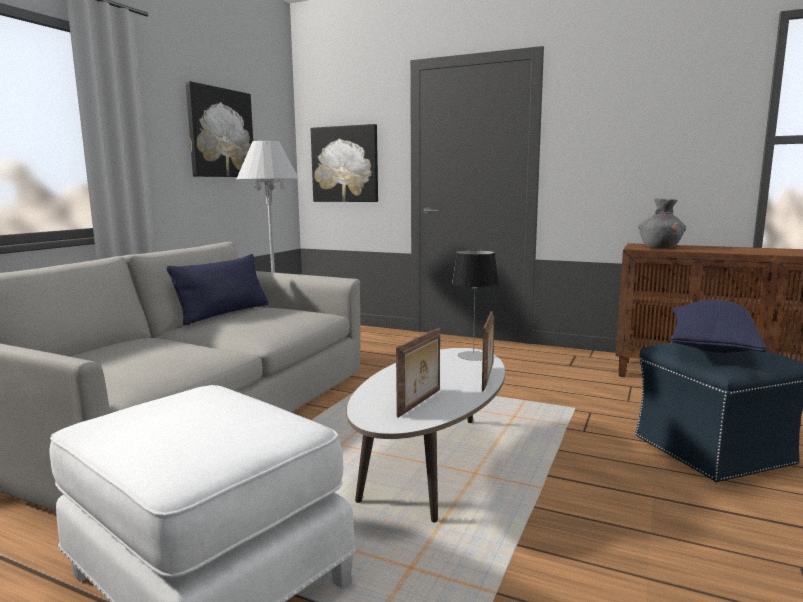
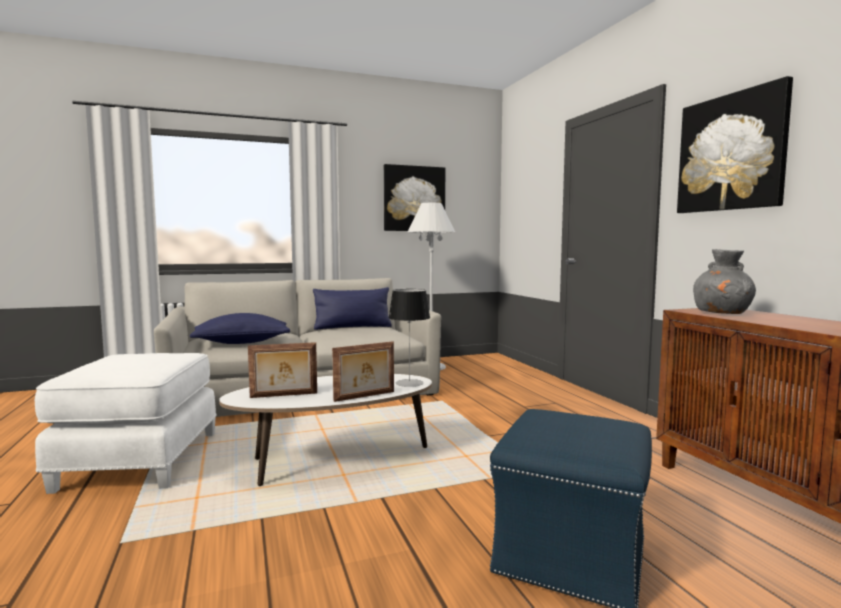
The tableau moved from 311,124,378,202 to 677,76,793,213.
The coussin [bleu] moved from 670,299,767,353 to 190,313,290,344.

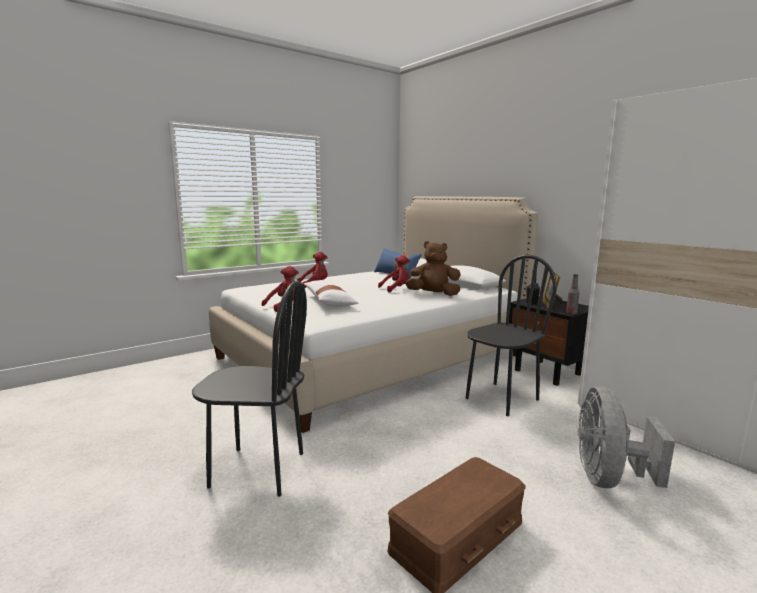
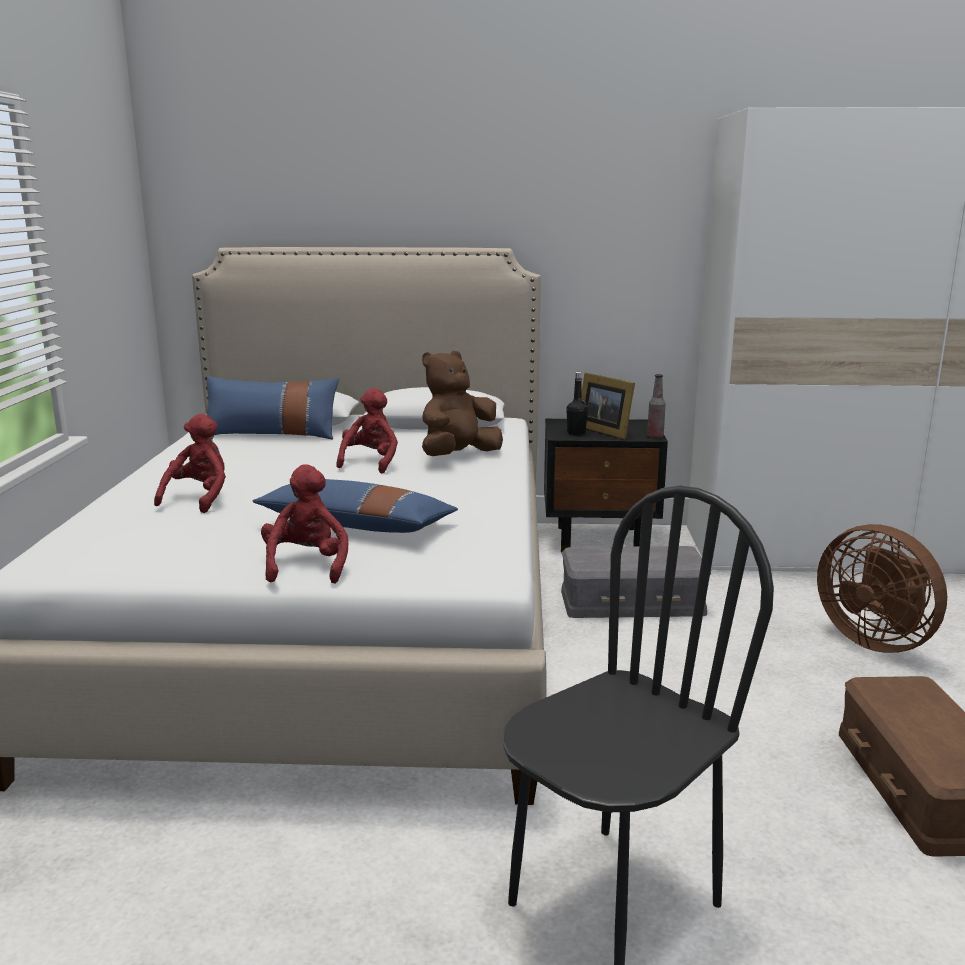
The chaise [noir] at 466,255,557,416 was replaced by the boîte de rangement [gris] at 561,546,711,618.
The coussin [blanc] at 304,280,358,307 became the coussin [bleu] at 252,479,458,533.
The ventilateur [gris] at 578,387,675,488 became the ventilateur [marron] at 817,524,947,653.

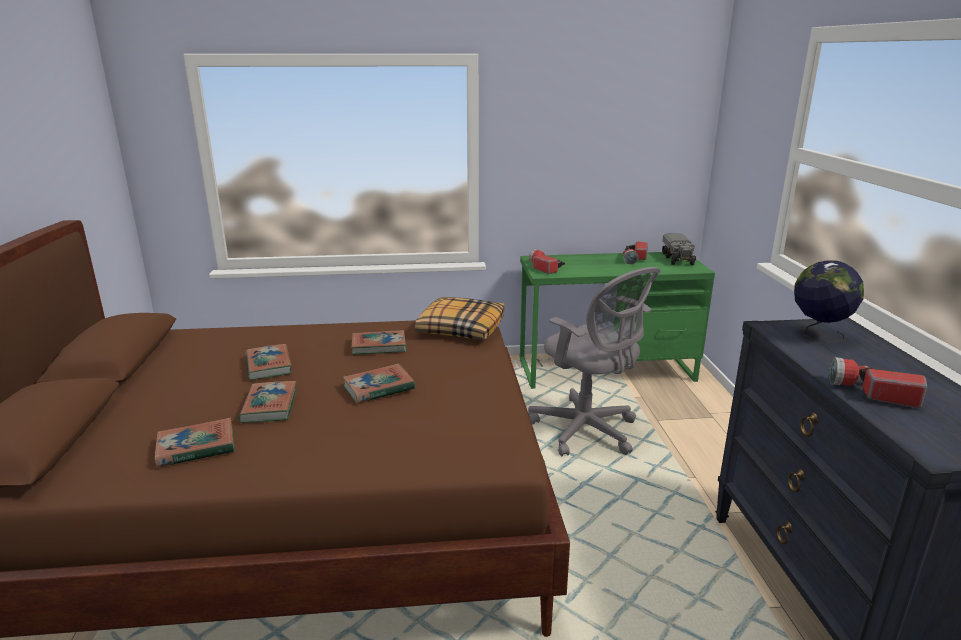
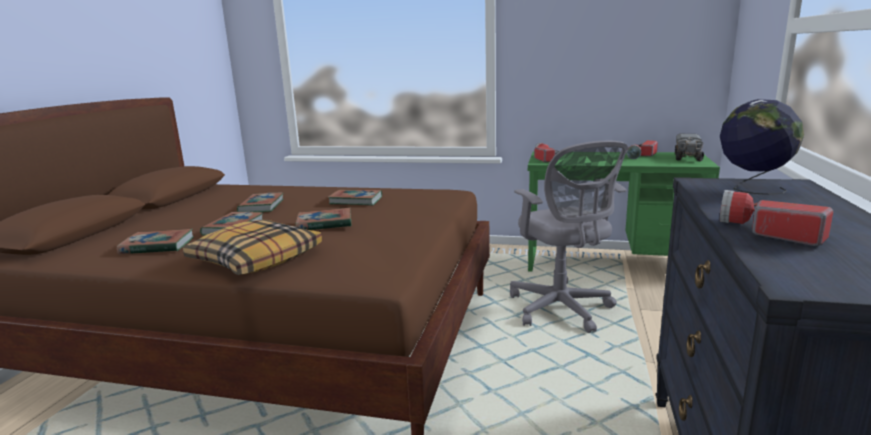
The coussin moved from 415,297,505,340 to 183,220,322,275.

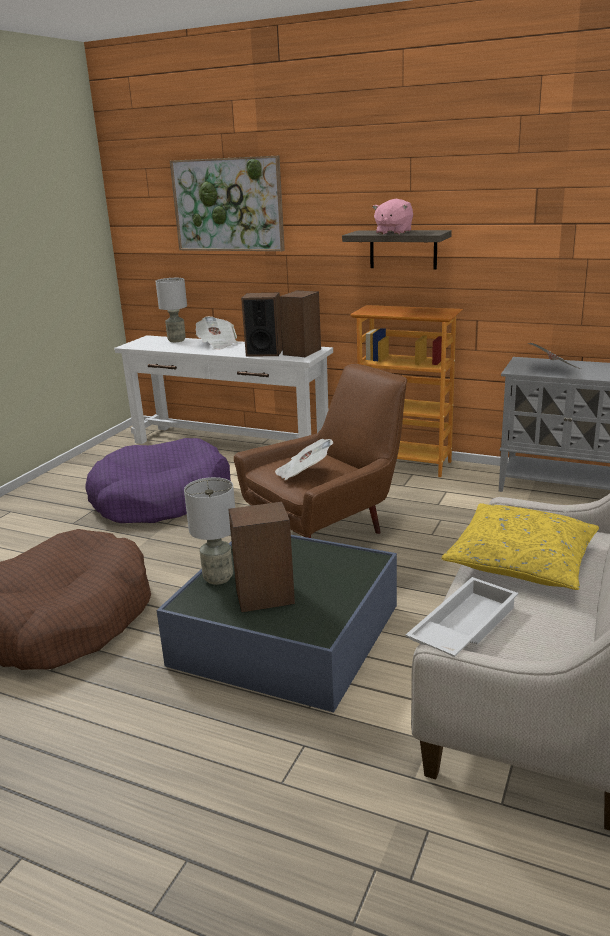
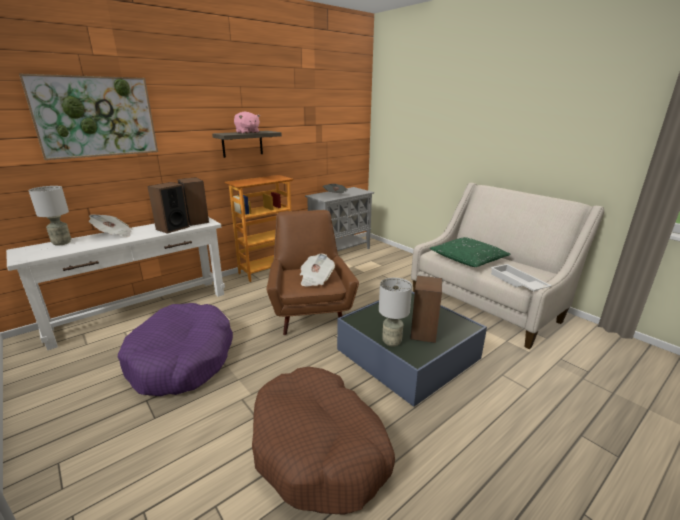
The coussin [jaune] at 442,503,599,590 became the coussin [vert] at 430,237,511,267.

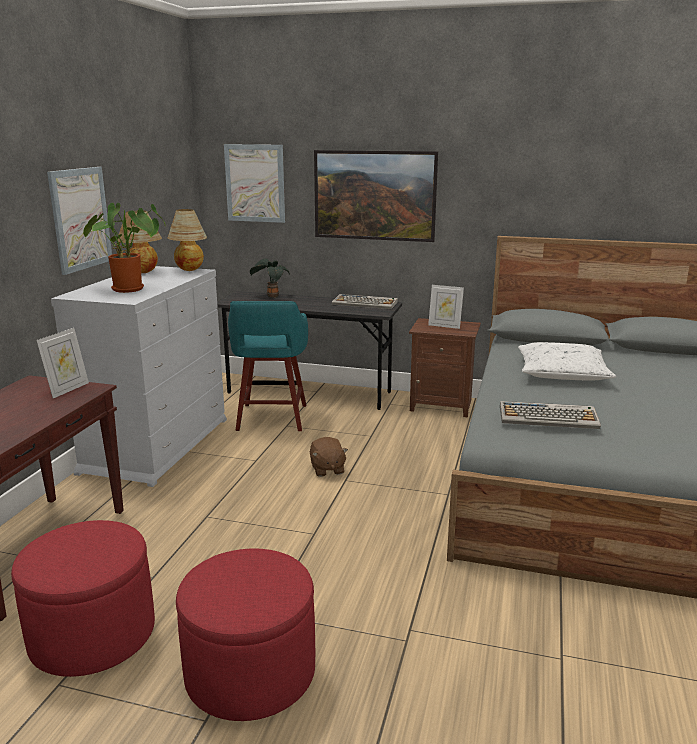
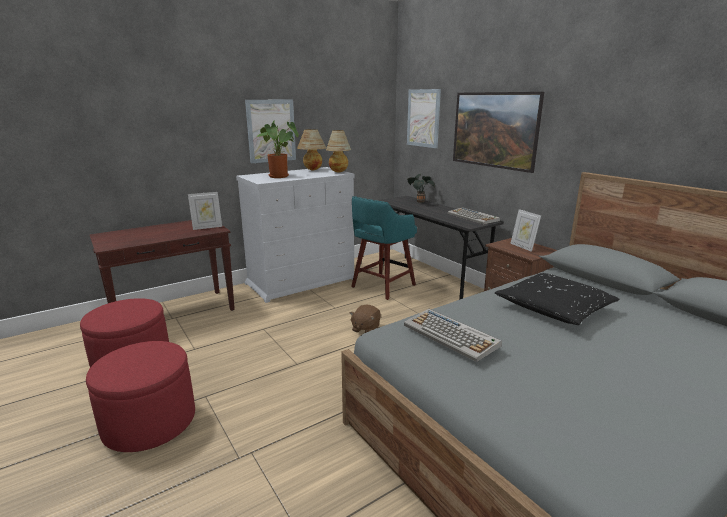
The coussin [blanc] at 518,342,616,380 became the coussin [noir] at 495,273,620,325.

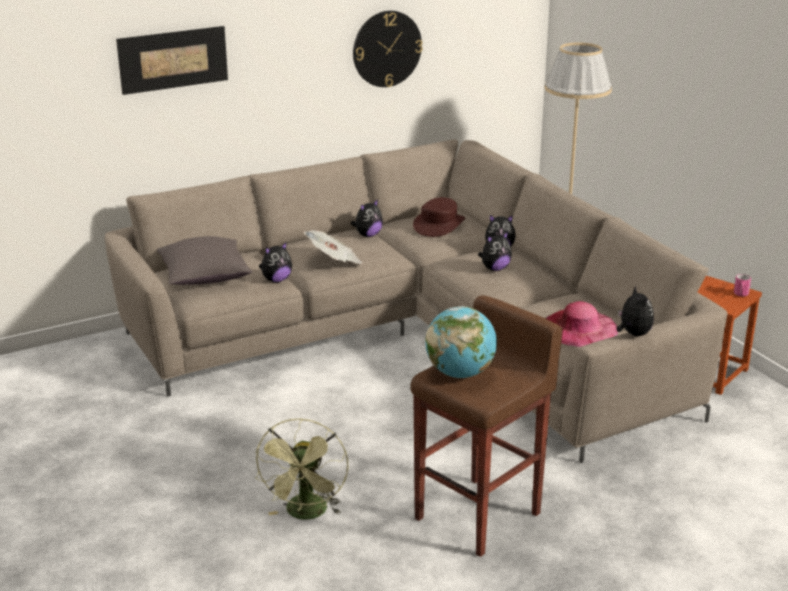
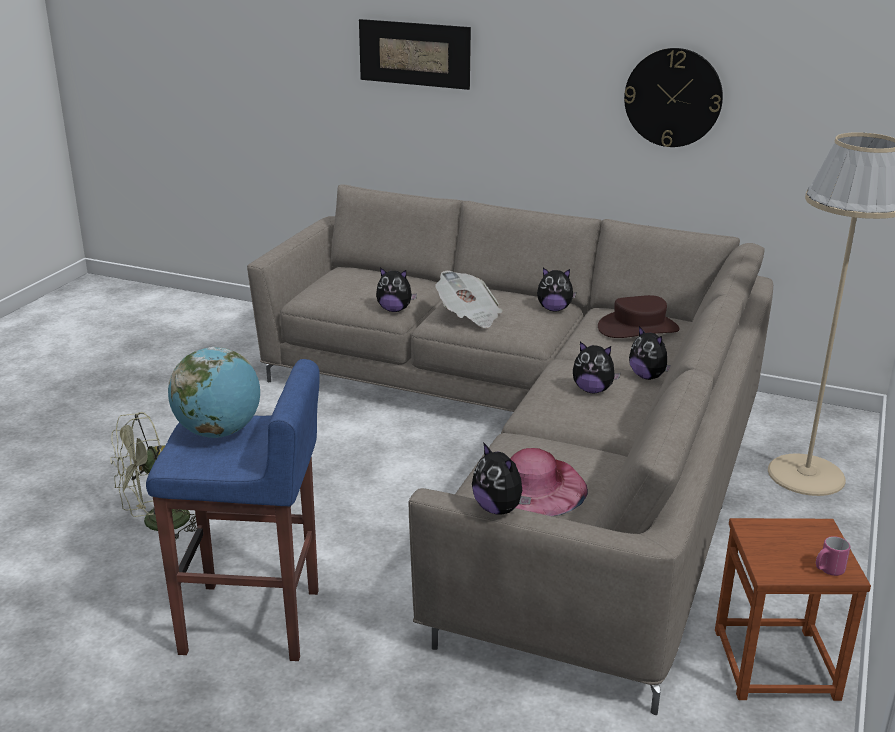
The coussin [gris] at 157,236,253,285 disappeared.
The peluche at 617,286,654,336 turned 105 degrees clockwise.
The tabouret [marron] at 410,295,563,557 became the tabouret [bleu] at 146,359,320,661.

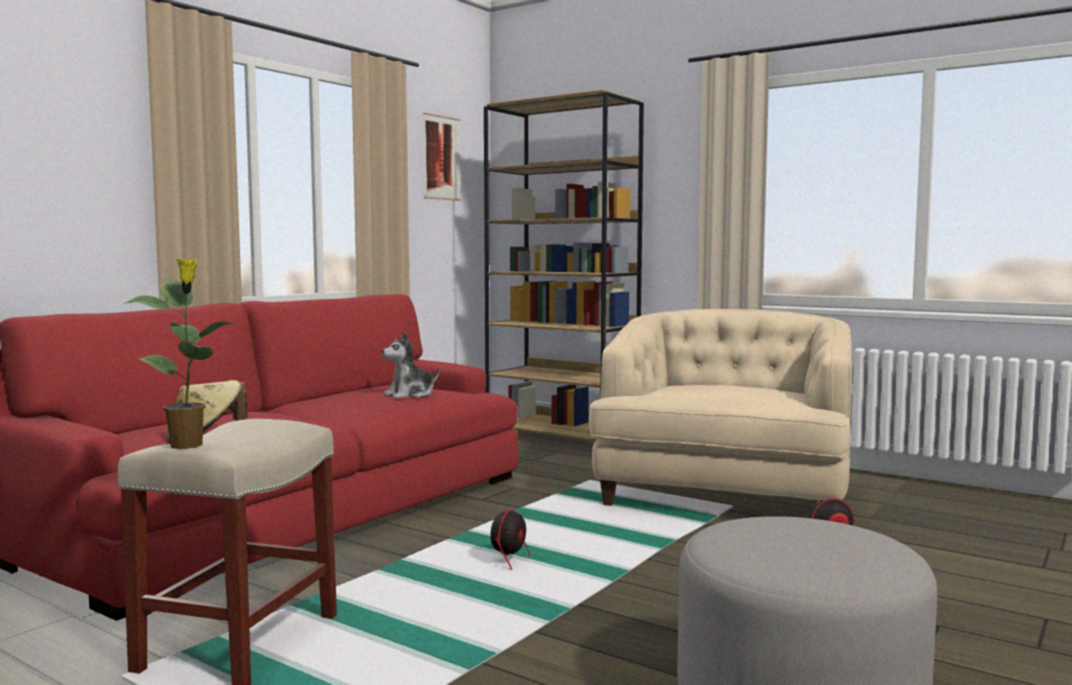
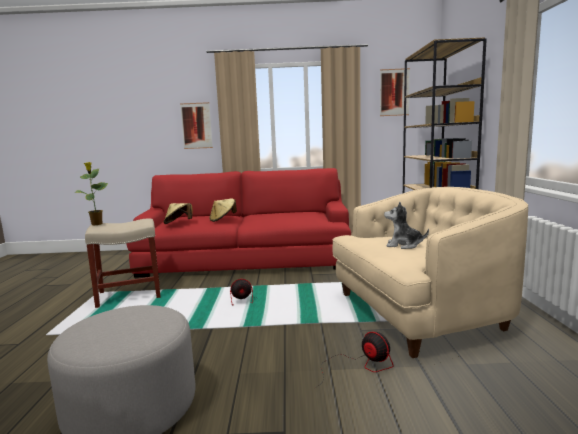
The peluche moved from 381,332,440,399 to 384,201,429,249.
The tableau at 180,102,213,149 appeared.
The chapeau [beige] at 209,198,237,222 appeared.

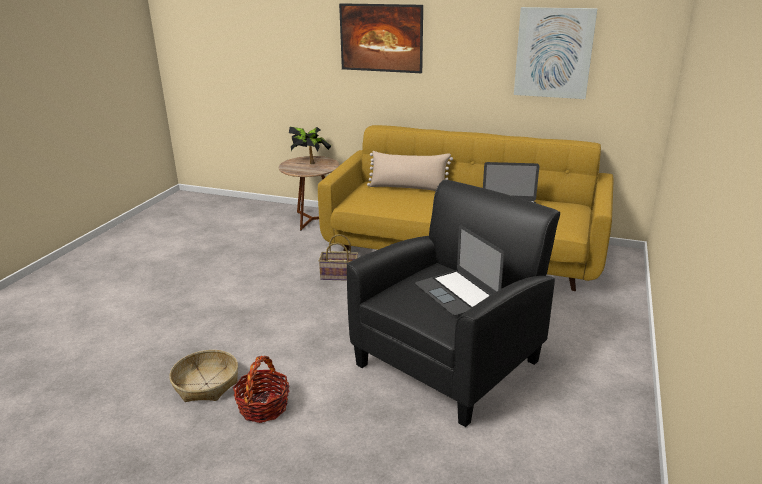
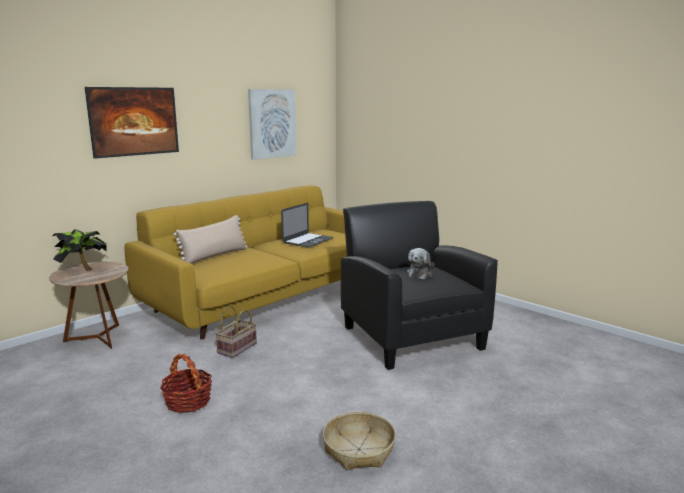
The ordinateur portable at 415,225,504,316 was replaced by the peluche at 407,248,435,279.
The panier moved from 233,356,290,423 to 160,354,212,413.

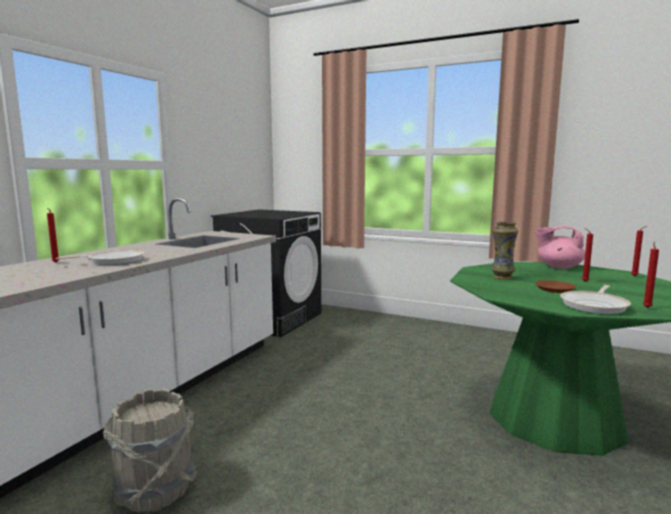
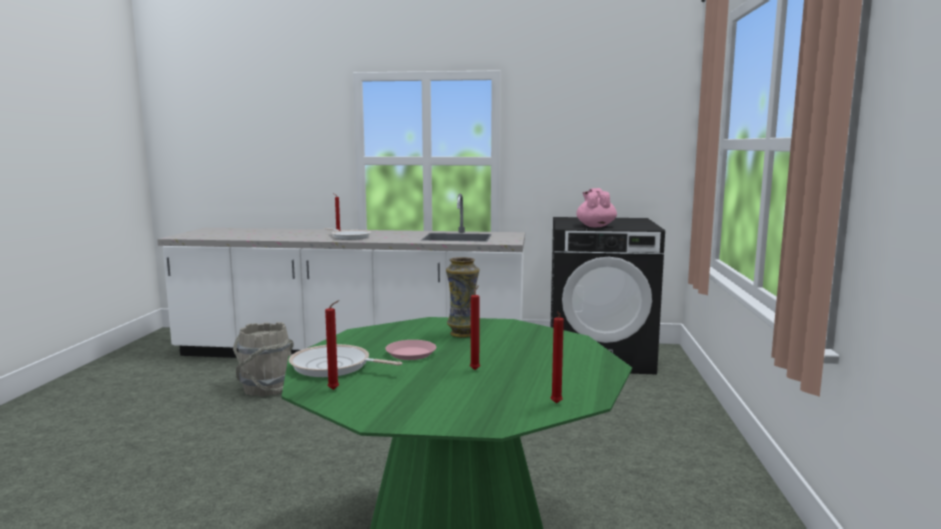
The théière [rose] moved from 535,226,585,269 to 576,188,617,227.
The assiette [marron] at 535,280,576,293 became the assiette [rose] at 385,340,436,360.

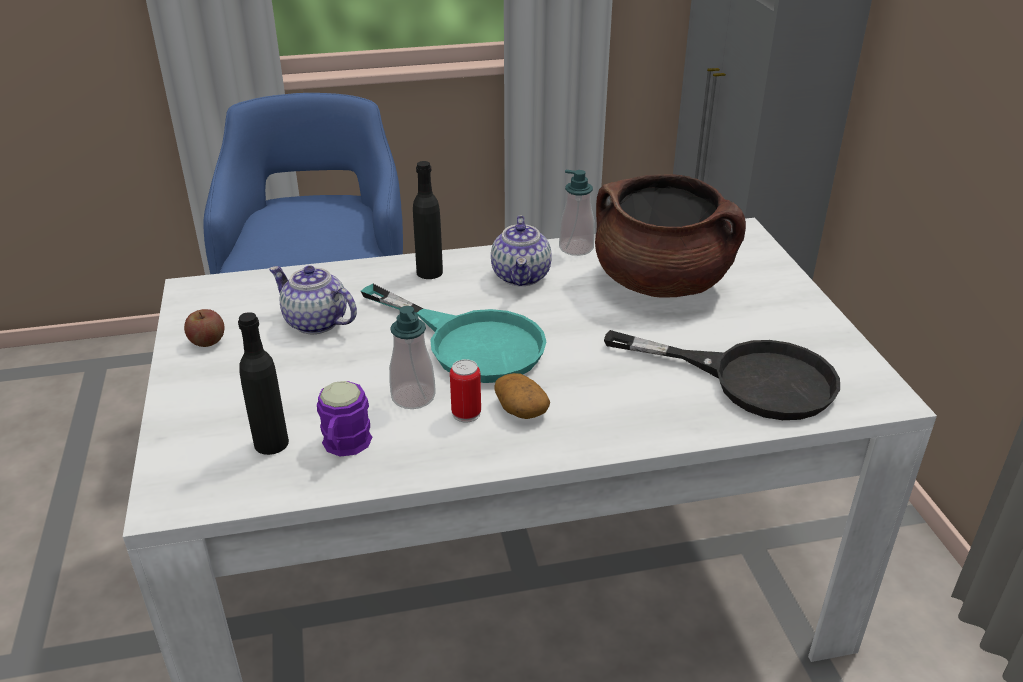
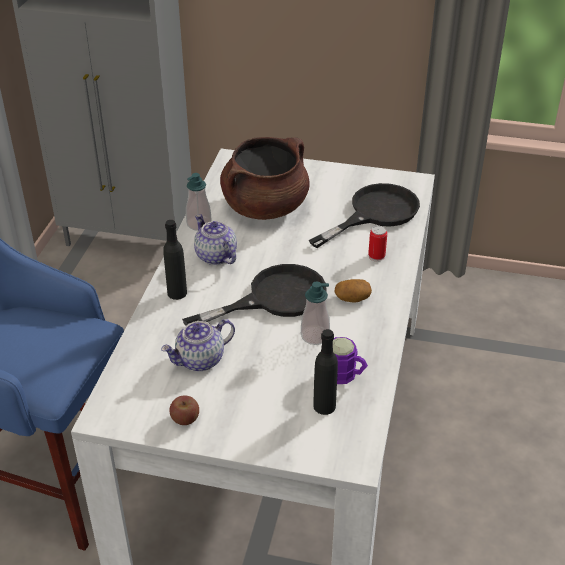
The théière at 491,216,552,286 turned 150 degrees counterclockwise.
The poêle [turquoise] at 361,284,546,383 became the poêle [noir] at 182,264,327,326.
The boîte métallique moved from 450,359,481,423 to 368,226,387,262.

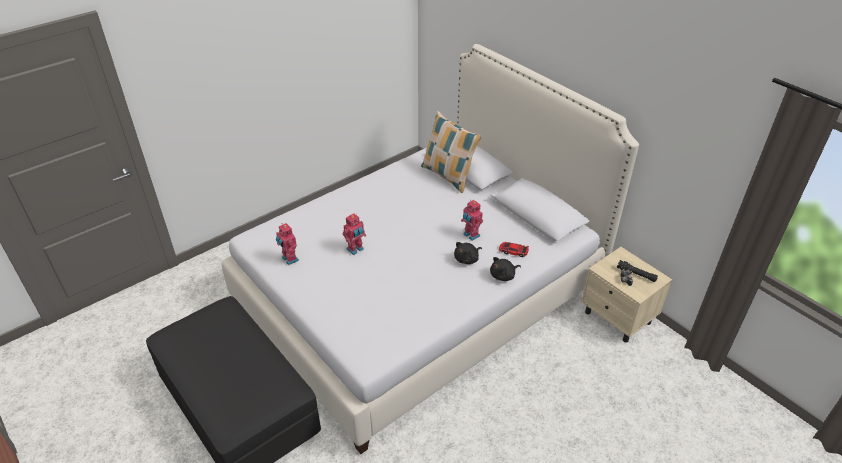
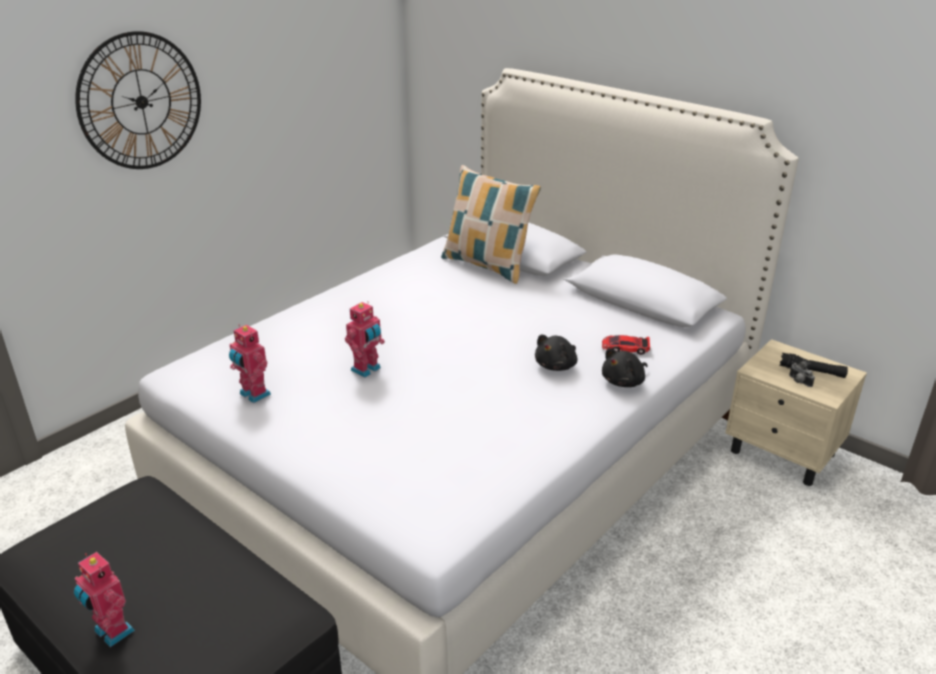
The robot jouet moved from 461,200,483,241 to 74,552,135,647.
The horloge murale at 75,31,201,169 appeared.

